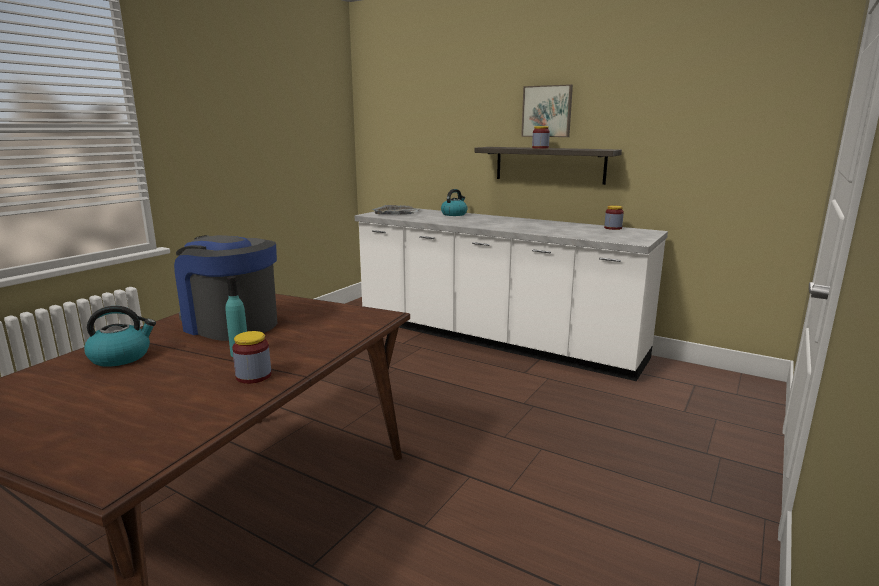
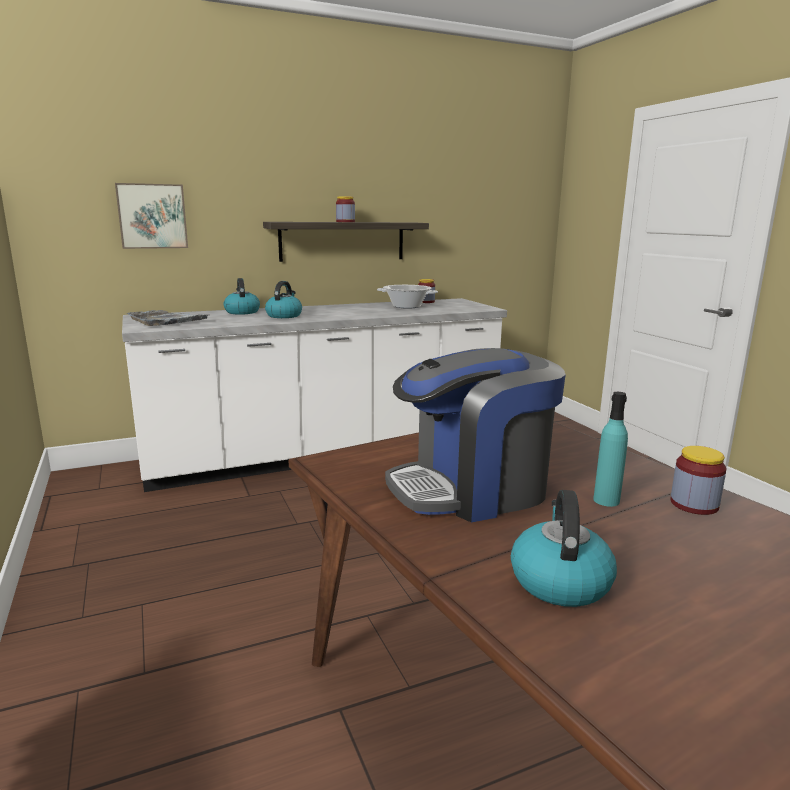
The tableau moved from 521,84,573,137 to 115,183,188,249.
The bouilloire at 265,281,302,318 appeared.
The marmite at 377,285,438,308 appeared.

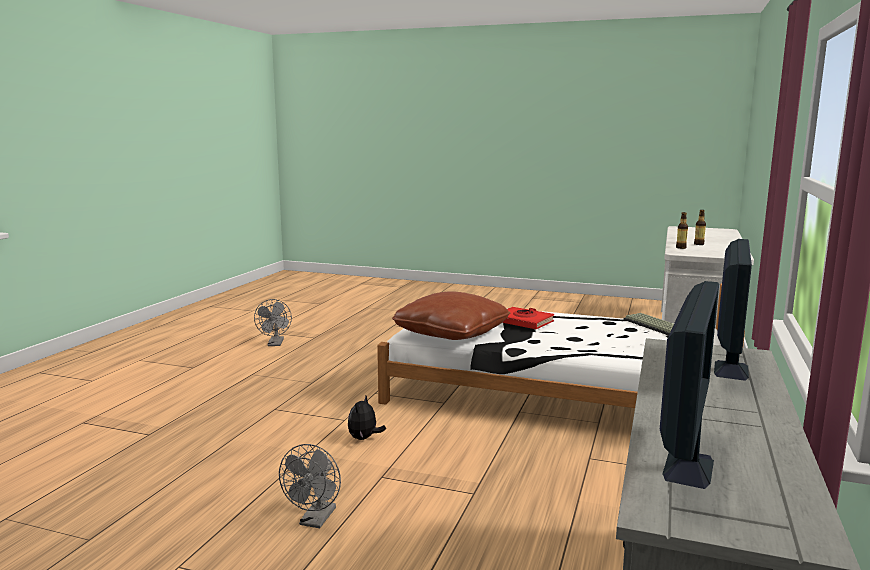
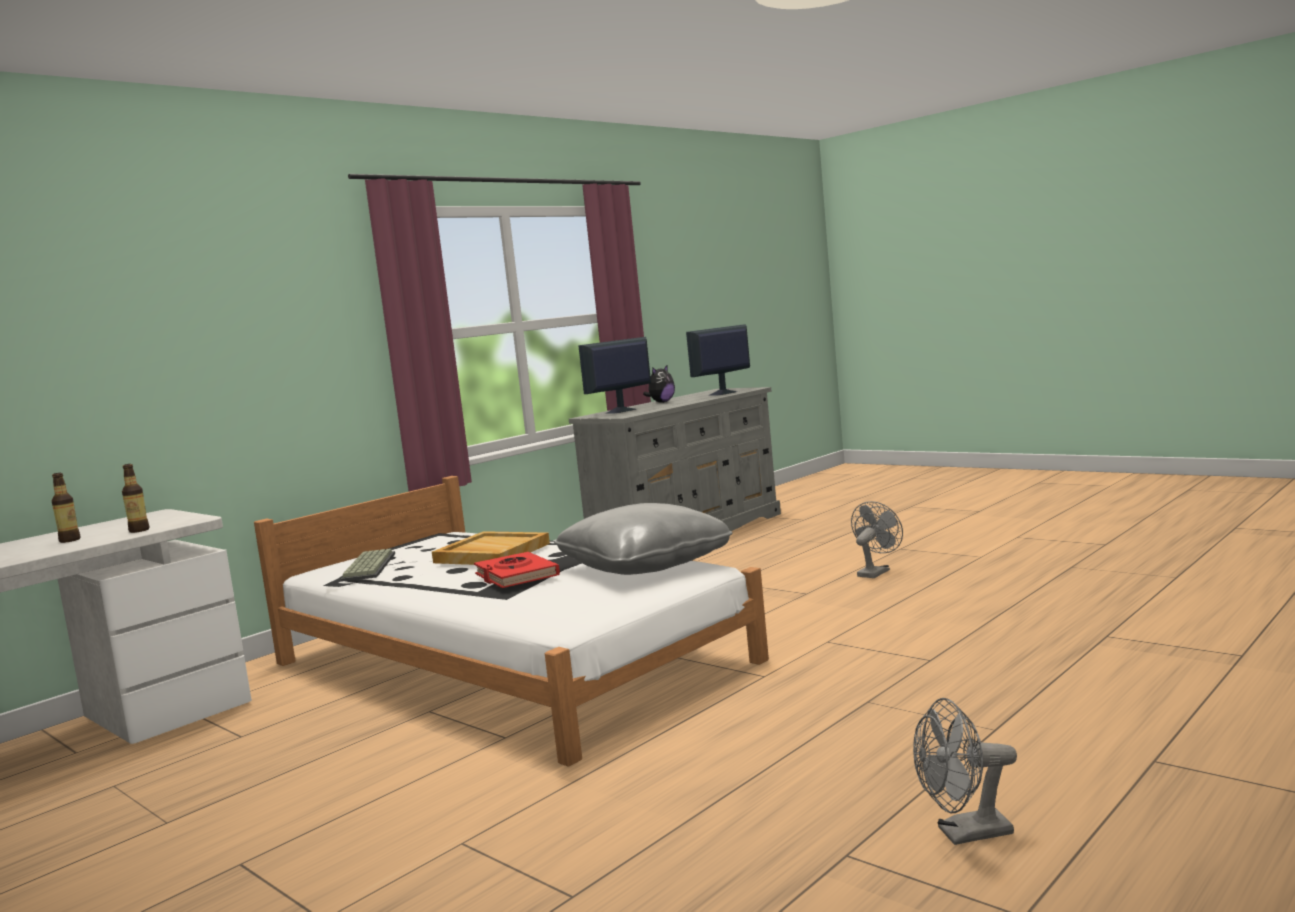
The coussin [marron] at 392,291,510,340 became the coussin [gris] at 554,503,733,575.
The ventilateur [gris] at 254,299,292,346 turned 120 degrees counterclockwise.
The peluche moved from 348,396,386,440 to 643,364,675,403.
The plateau [beige] at 432,531,550,565 appeared.

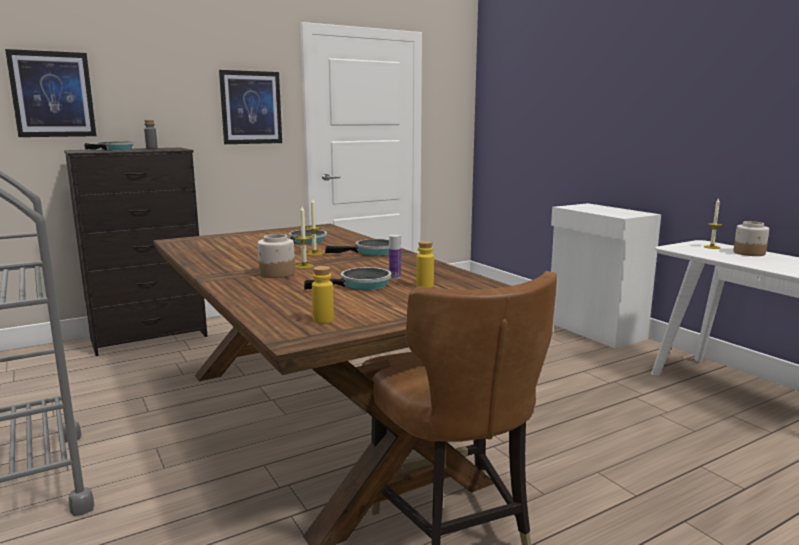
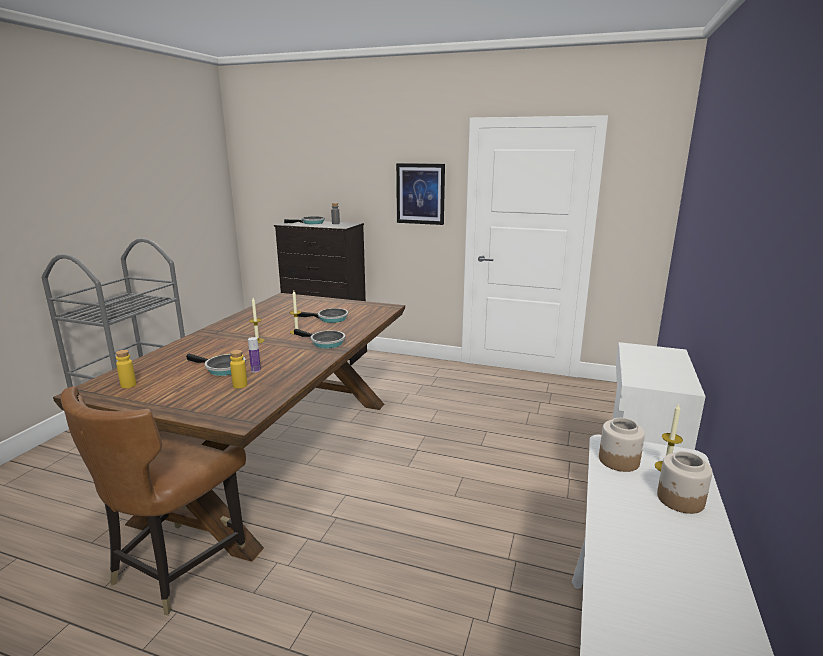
The tableau at 5,49,96,137 disappeared.
The bocal moved from 258,234,295,278 to 599,418,645,472.

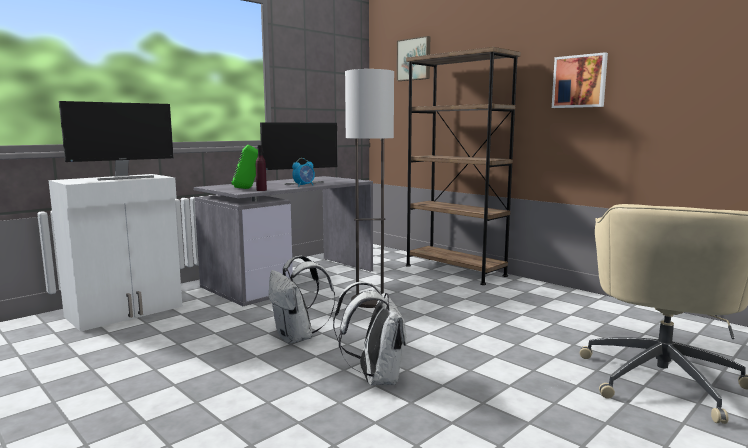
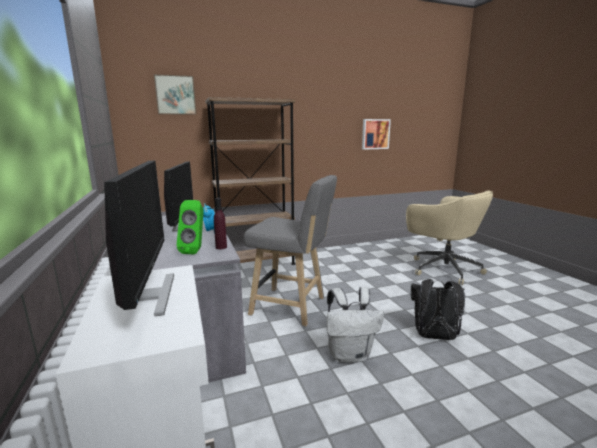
The tableau moved from 552,52,608,108 to 362,119,391,150.
The lampadaire at 345,69,394,308 was replaced by the tabouret [gris] at 243,175,337,326.
The sac à dos [blanc] at 333,282,407,385 became the sac à dos [noir] at 411,279,465,340.

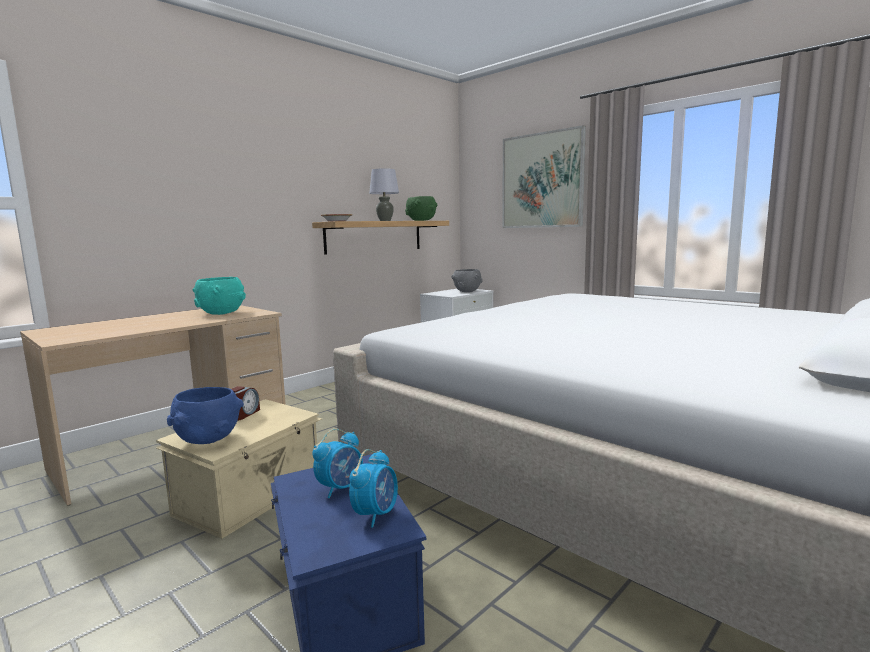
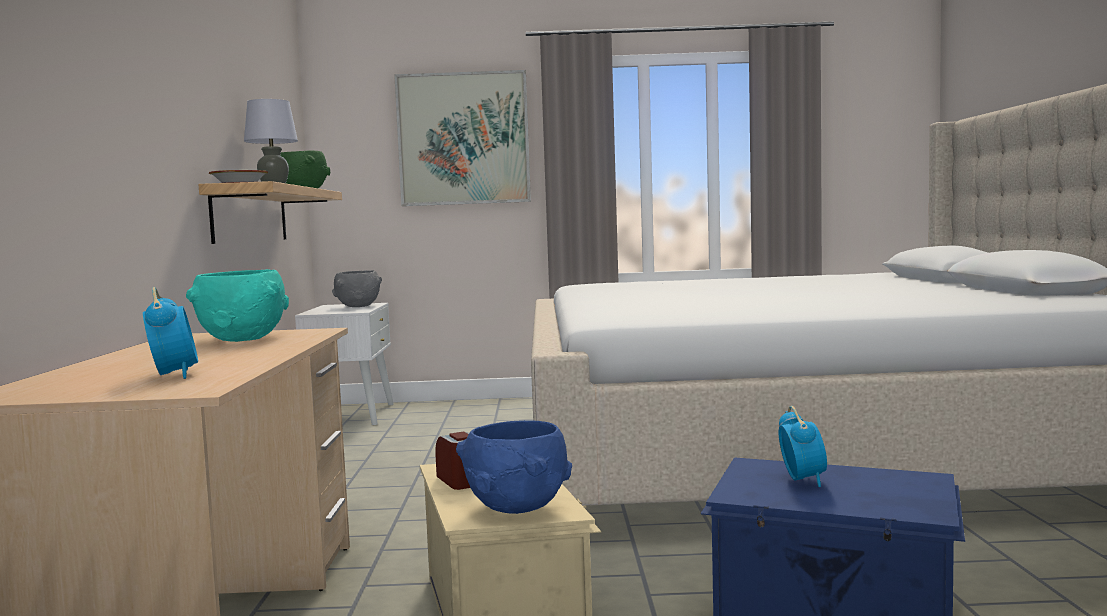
The réveil moved from 349,449,398,528 to 143,287,198,379.

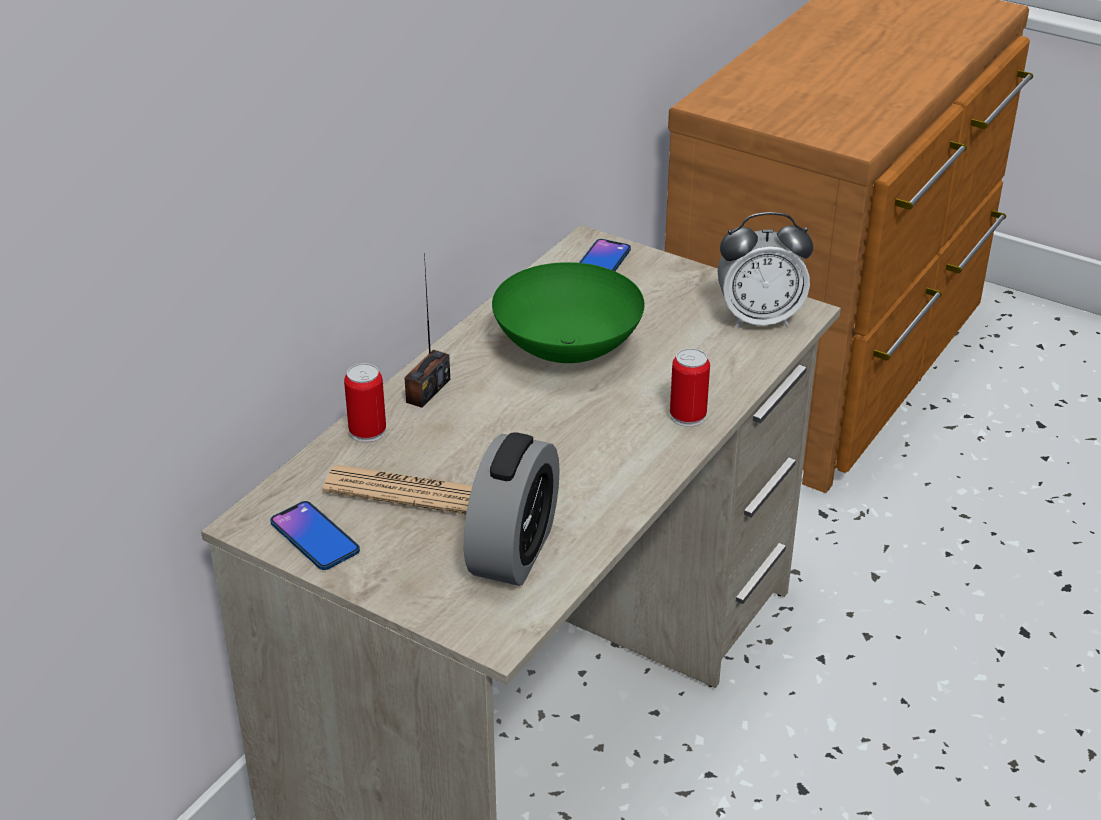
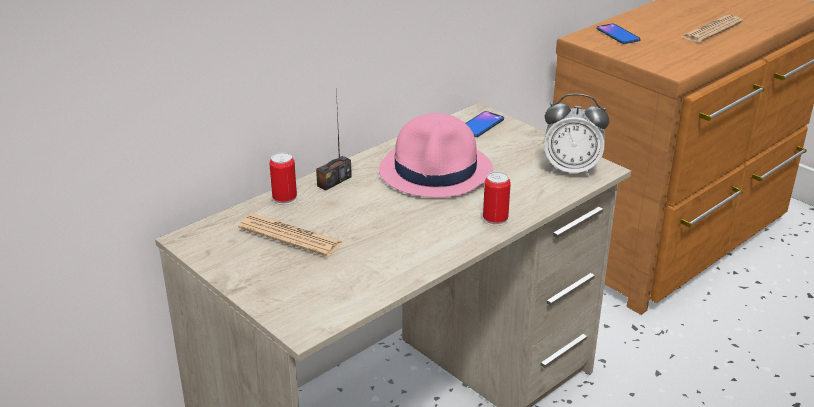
The bol [vert] at 492,262,645,363 was replaced by the chapeau [rose] at 379,113,493,198.
The réveil at 464,433,560,586 disappeared.
The téléphone moved from 270,501,360,570 to 597,24,641,44.
The journal at 681,15,743,43 appeared.

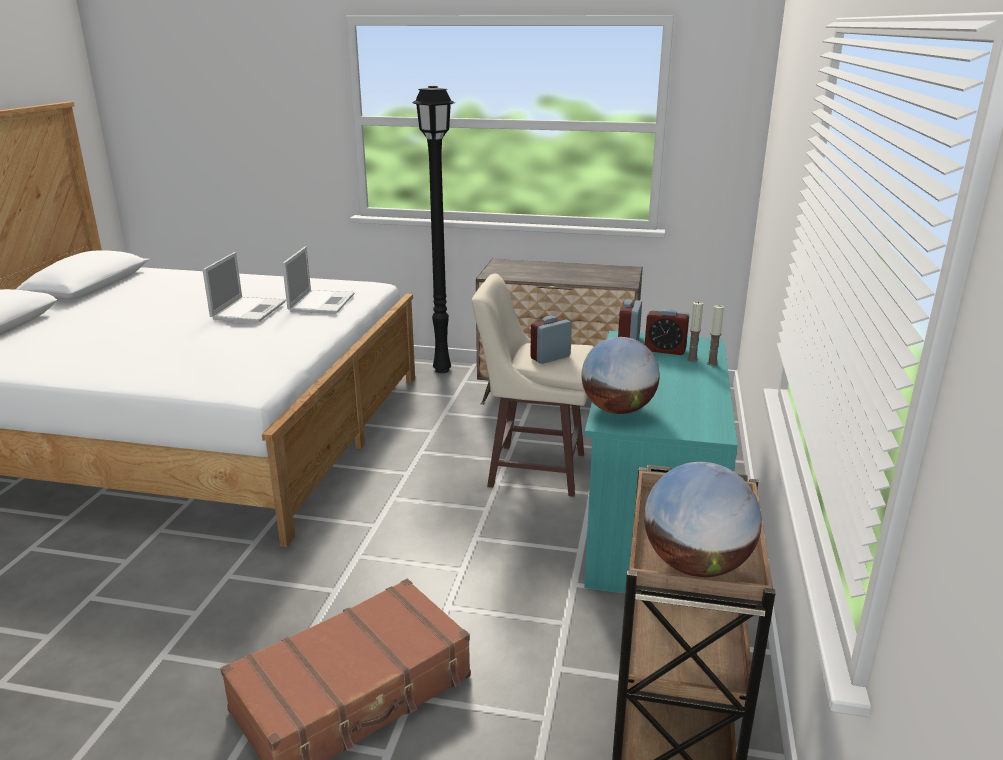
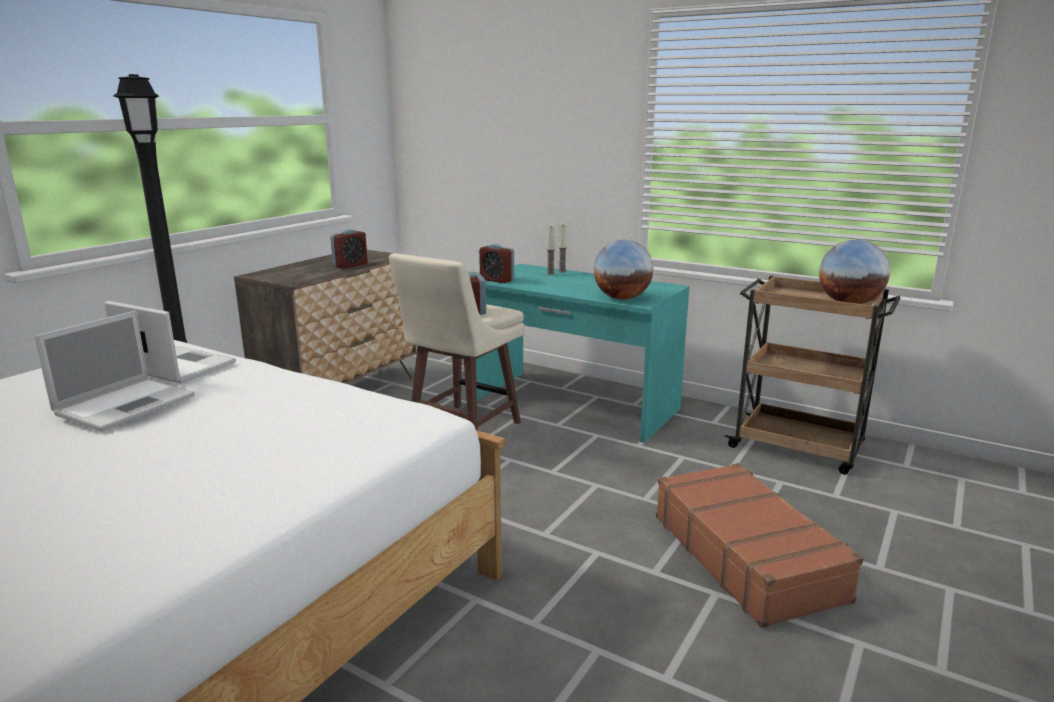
The ordinateur portable at 203,252,286,322 turned 90 degrees clockwise.
The réveil moved from 645,309,689,355 to 330,229,368,269.

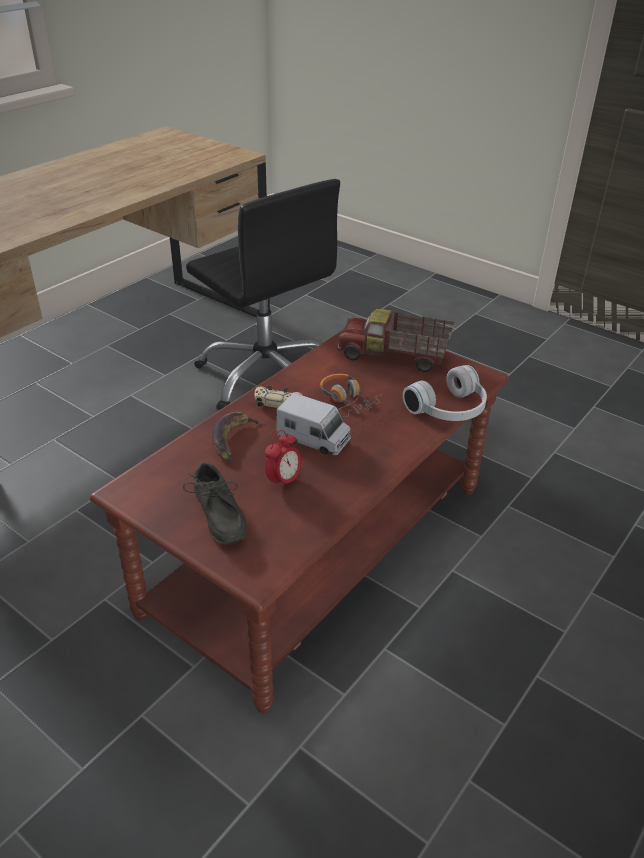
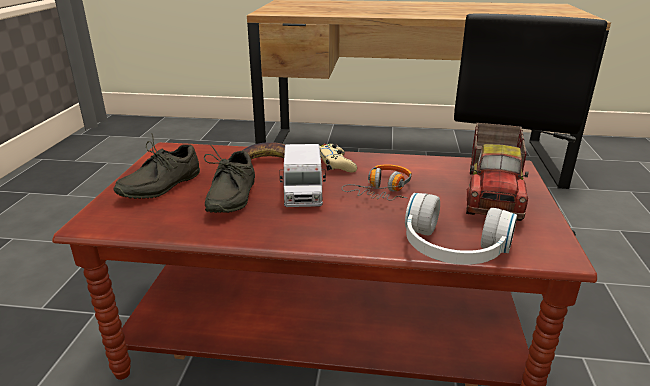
The camion jouet at 338,309,455,372 turned 150 degrees counterclockwise.
The réveil at 265,430,302,492 was replaced by the chaussure [gris] at 204,145,255,213.

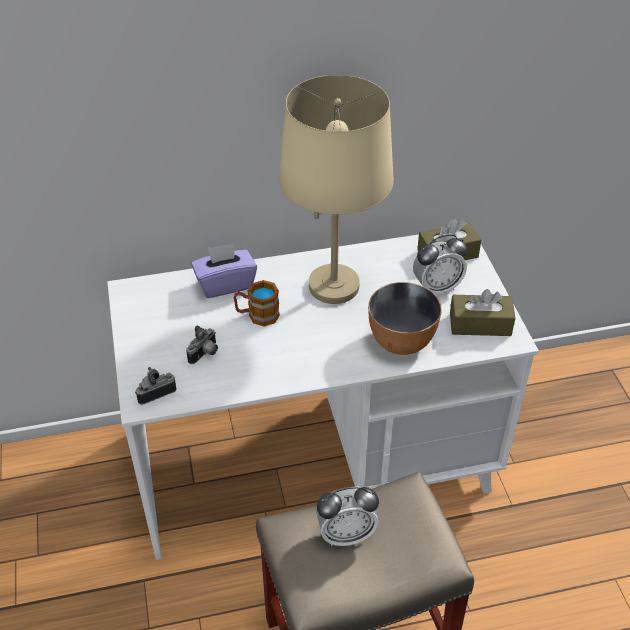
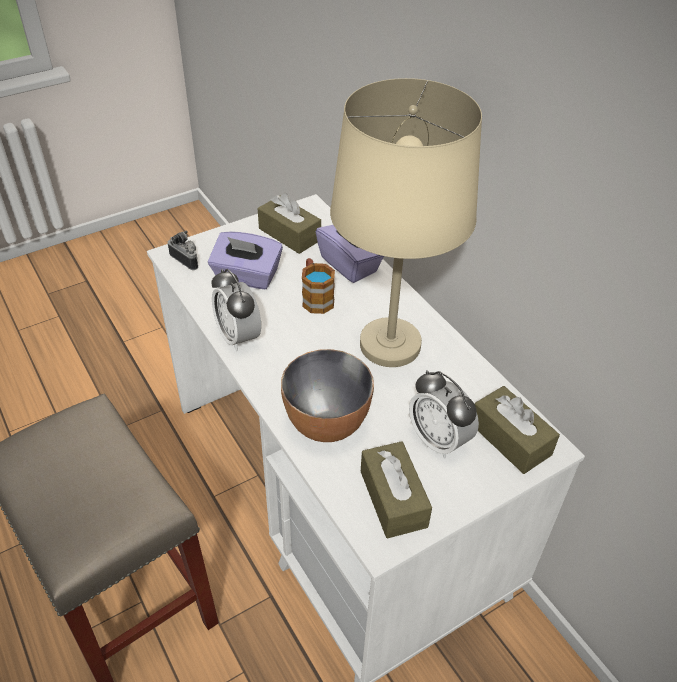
The appareil photo at 186,326,218,364 was replaced by the boîte à mouchoirs [violet] at 208,231,283,289.
The réveil moved from 316,487,379,546 to 211,269,261,351.
The boîte à mouchoirs [marron] at 258,193,321,254 appeared.

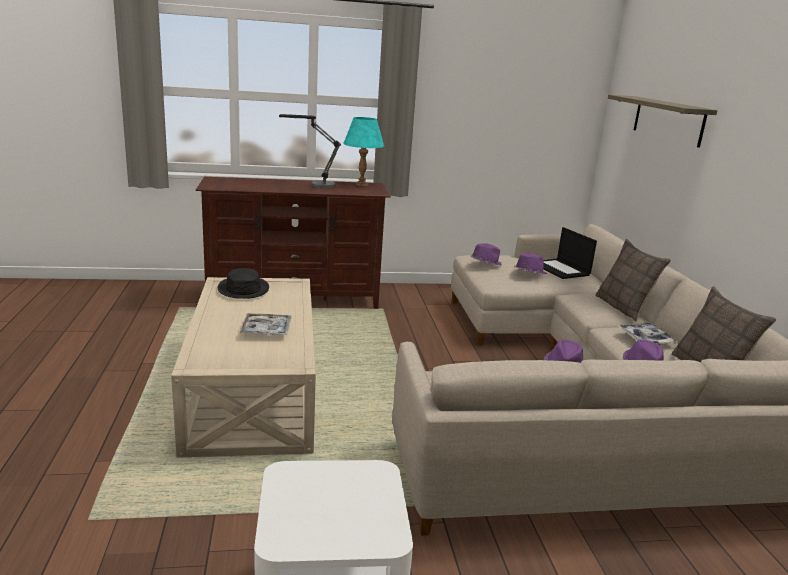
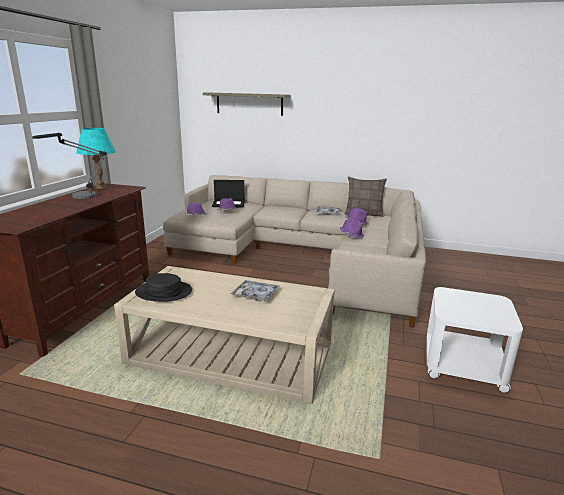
The coussin at 596,239,671,322 disappeared.

